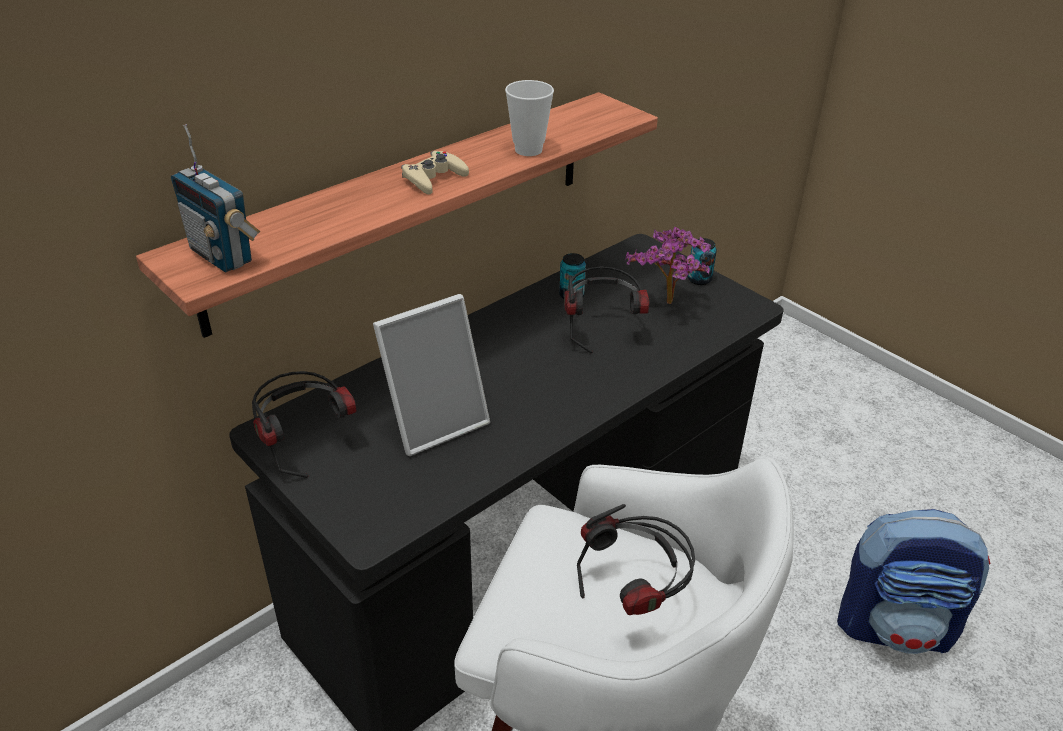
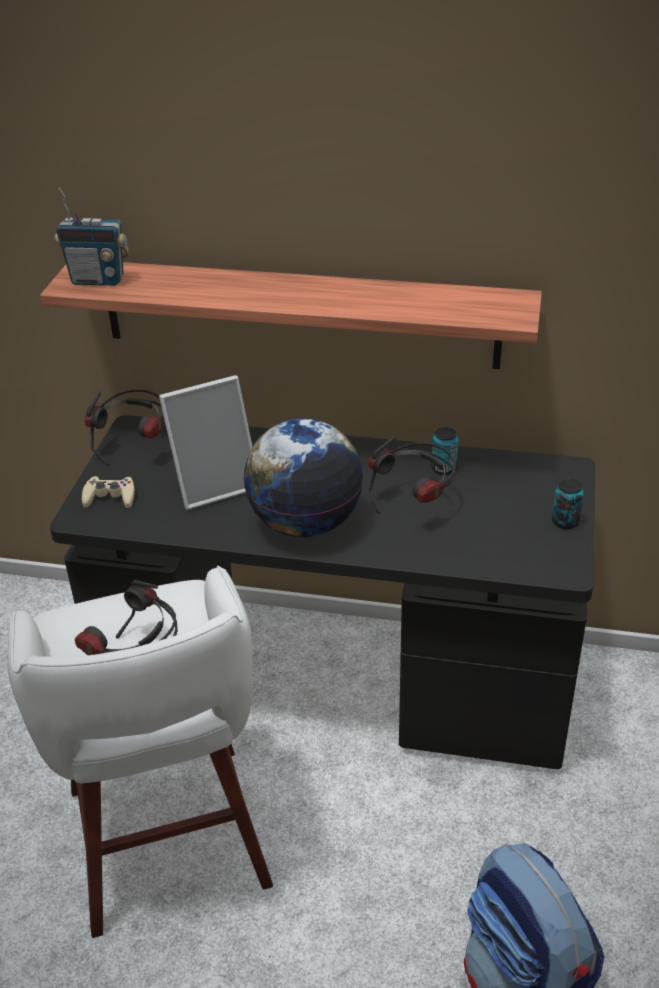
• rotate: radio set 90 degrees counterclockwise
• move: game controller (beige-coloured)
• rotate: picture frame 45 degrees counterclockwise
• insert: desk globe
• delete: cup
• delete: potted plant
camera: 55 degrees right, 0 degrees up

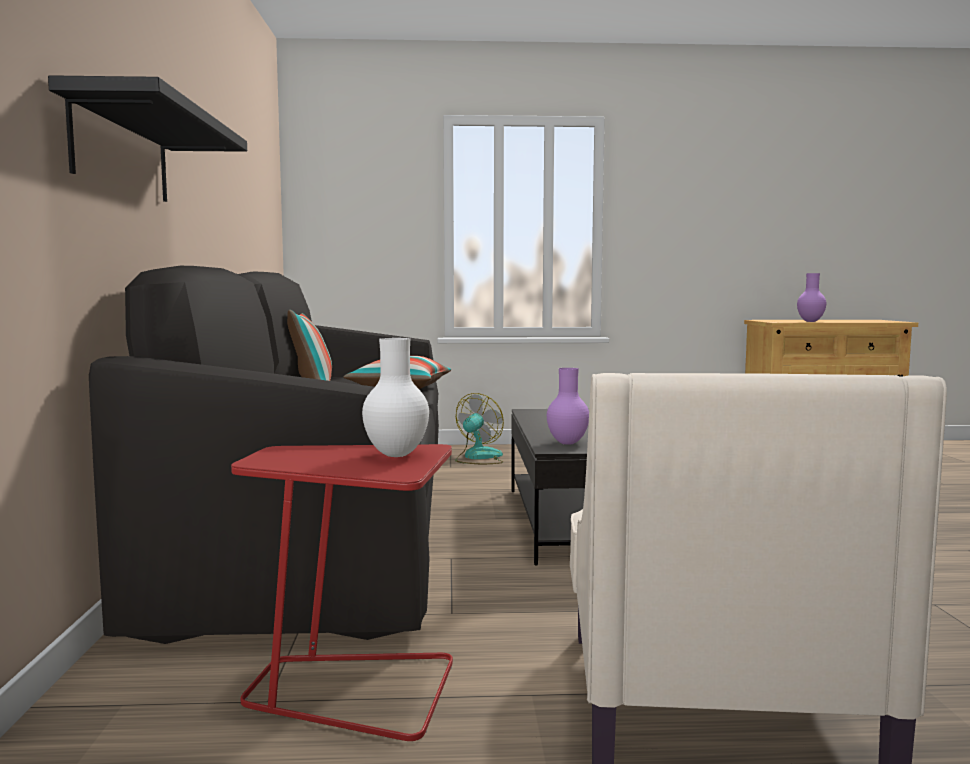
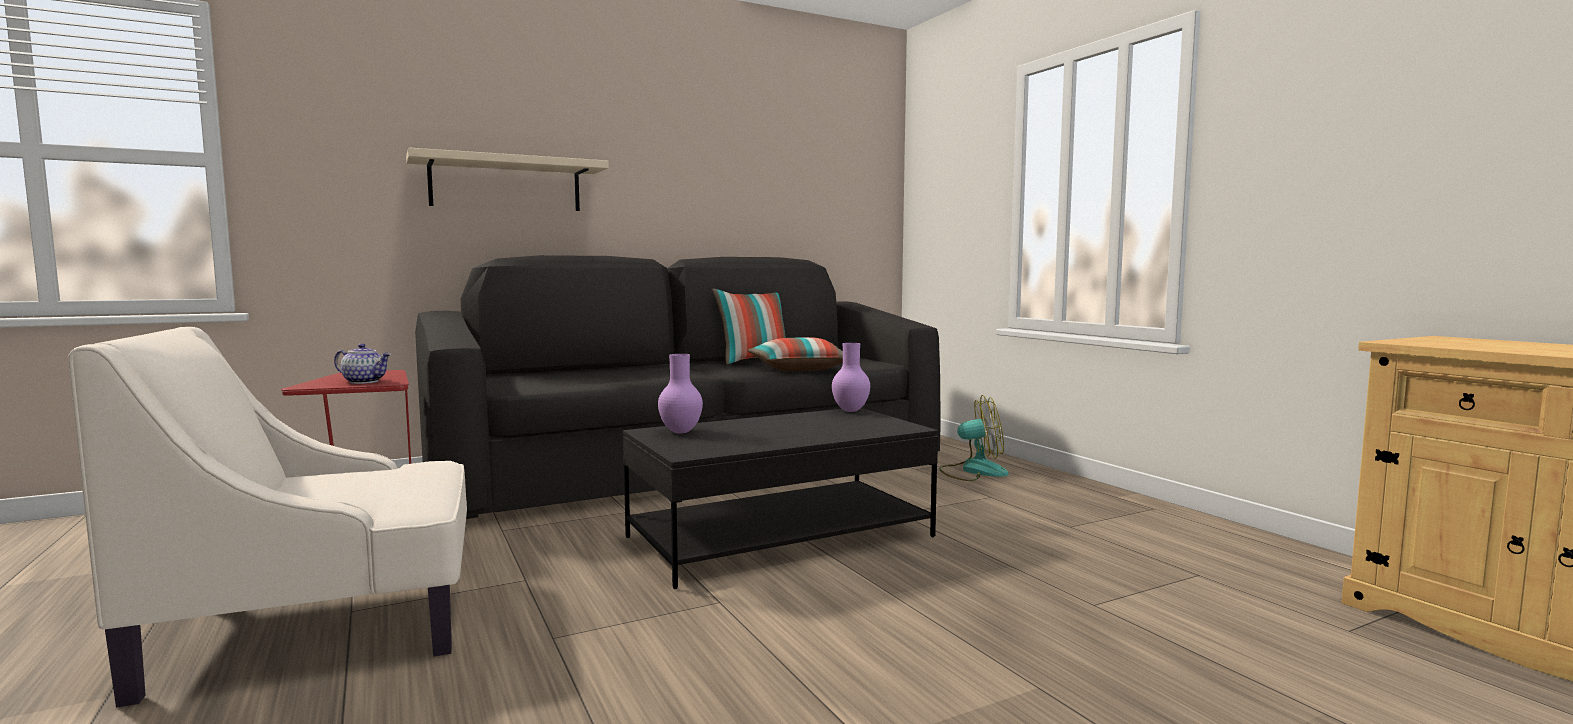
• replace: decorative vase (whitish) to teapot
• recolor: shelf (black-coloured) to shelf (beige-coloured)
• move: decorative vase (purple) (2nd from left)
camera: 65 degrees right, 0 degrees up

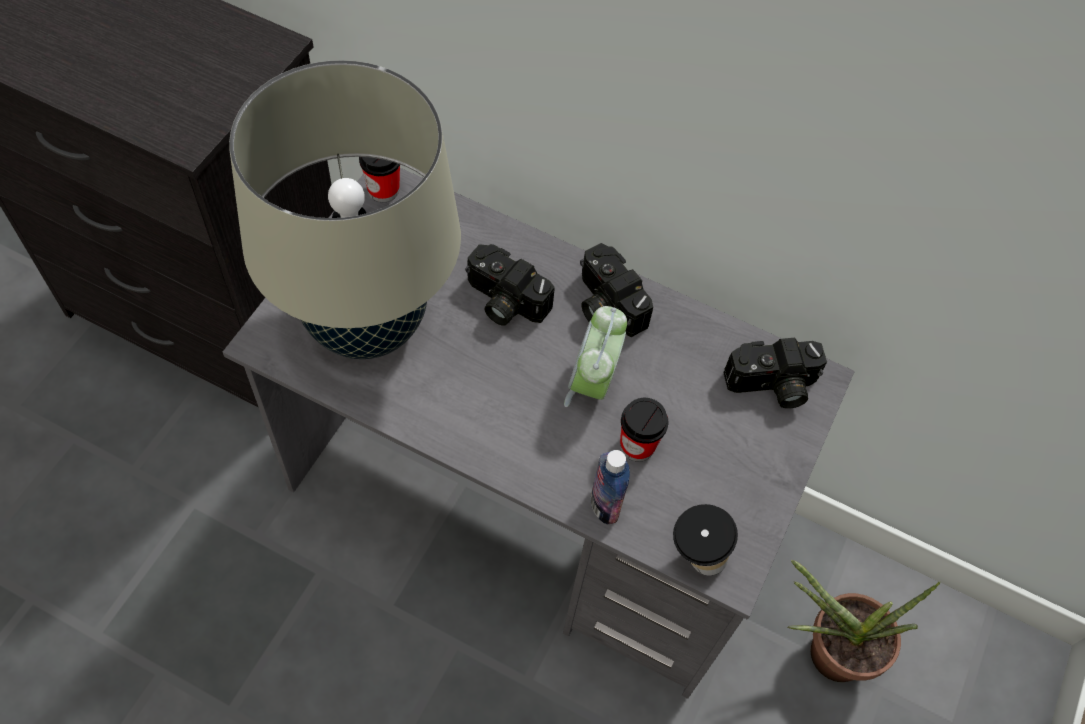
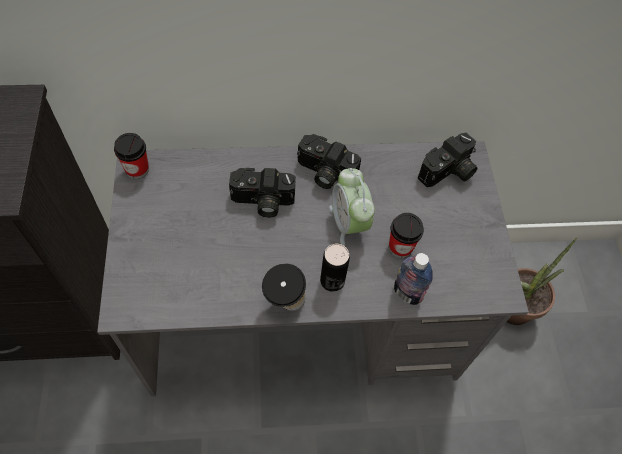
• move: cup (3rd from left in the first image) to cup (2nd from left)
• insert: sealed can
• delete: lamp for a table (beige-coloured)
camera: 30 degrees left, 0 degrees up

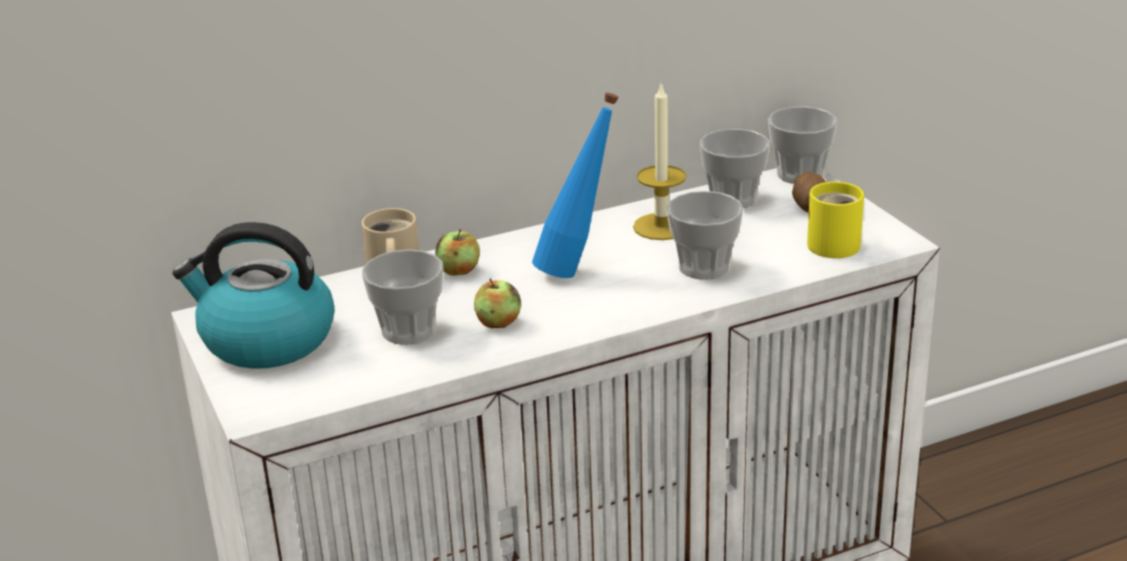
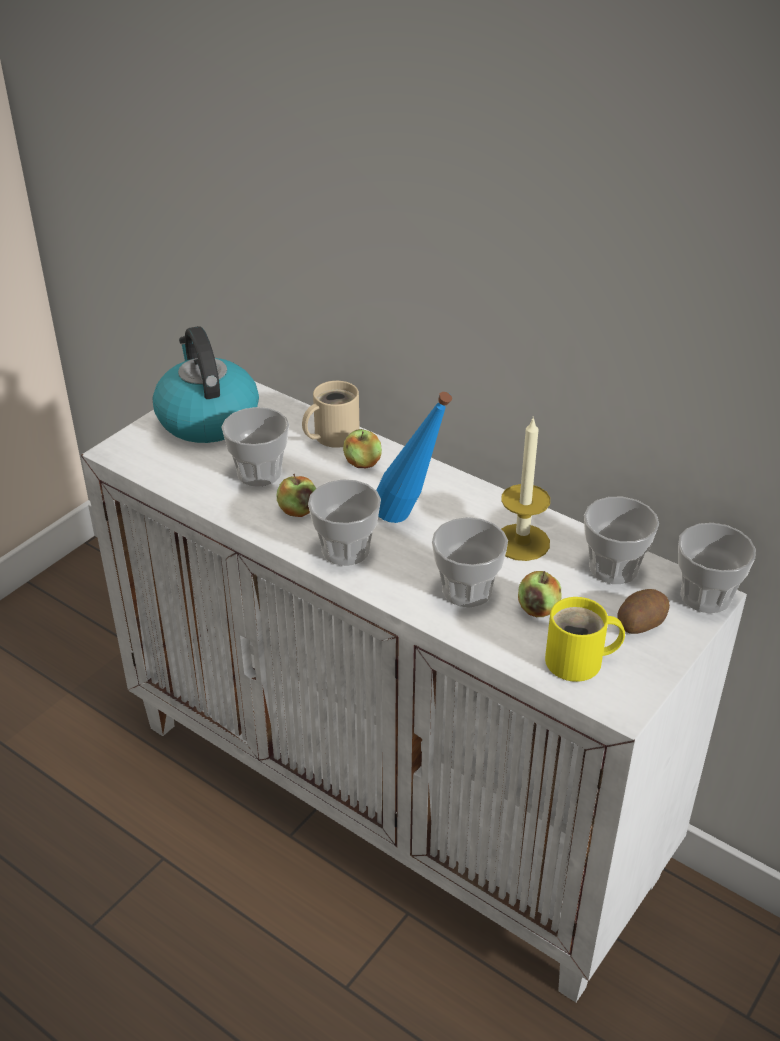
• insert: cup (2nd from left)
• insert: whole apple (3rd from left)
camera: 60 degrees right, 10 degrees up

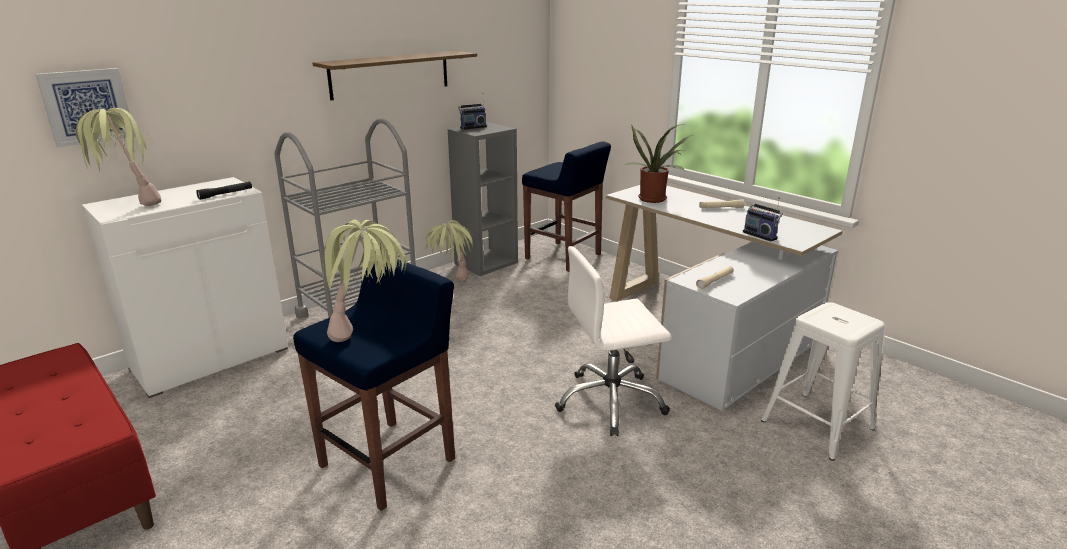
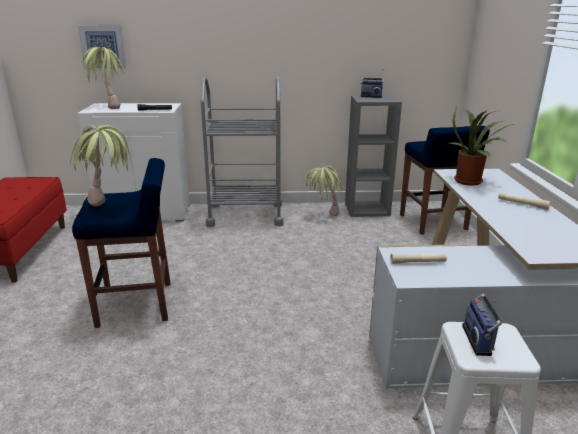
• move: radio set (2nd from left)
• delete: shelf
• delete: computer chair (whitish)
camera: 40 degrees right, 0 degrees up

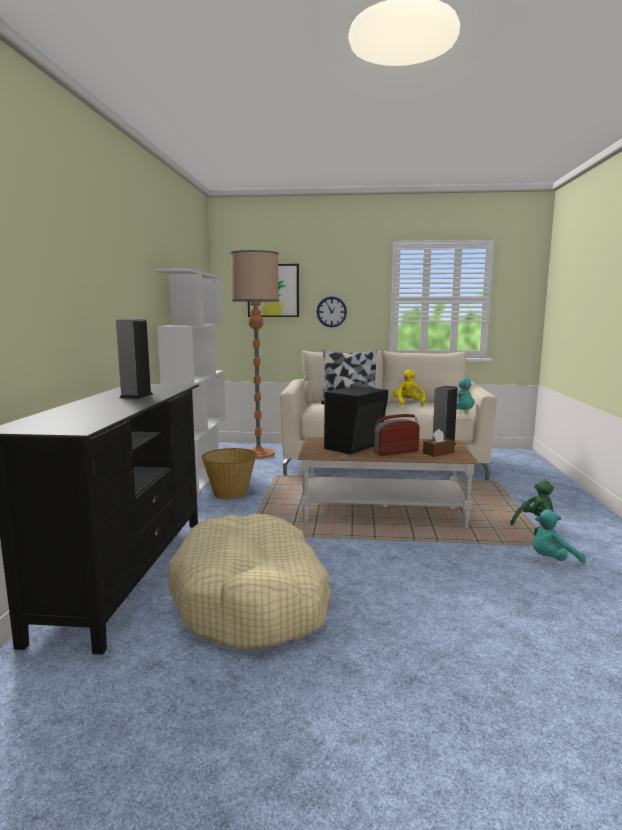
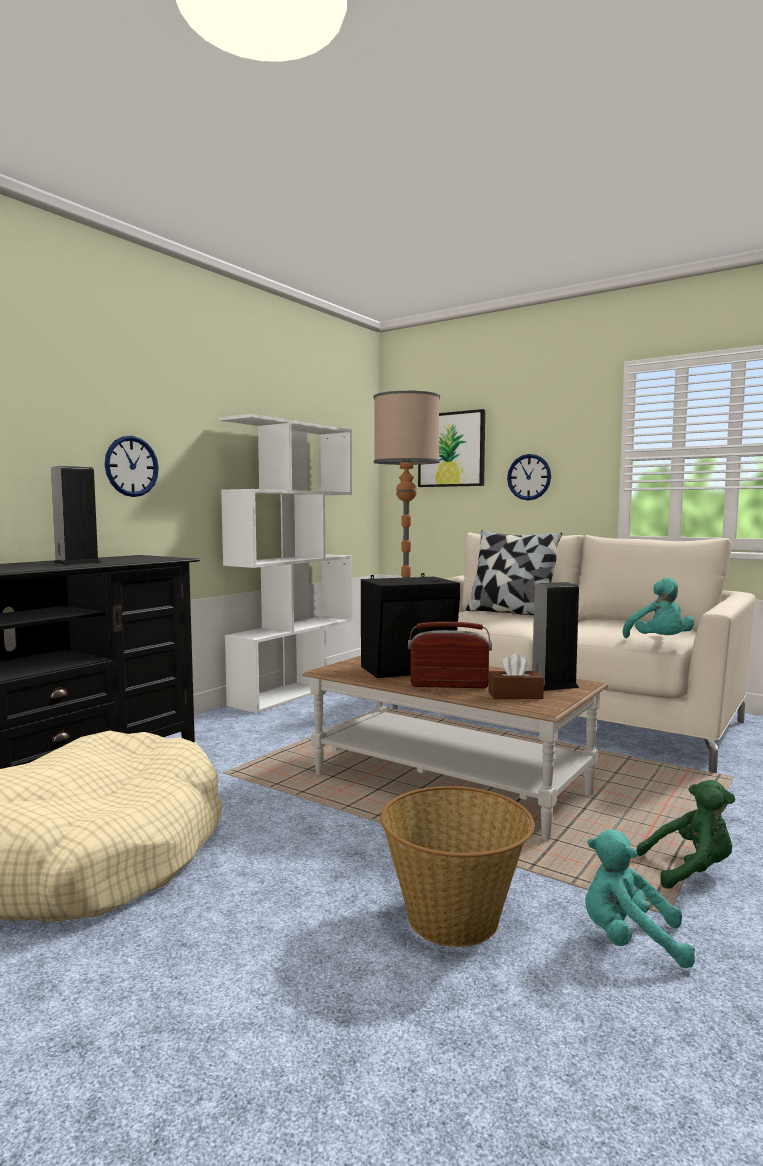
• insert: wall clock (1st from left)
• move: basket
• delete: plush toy (yellow)
camera: 30 degrees right, 5 degrees down

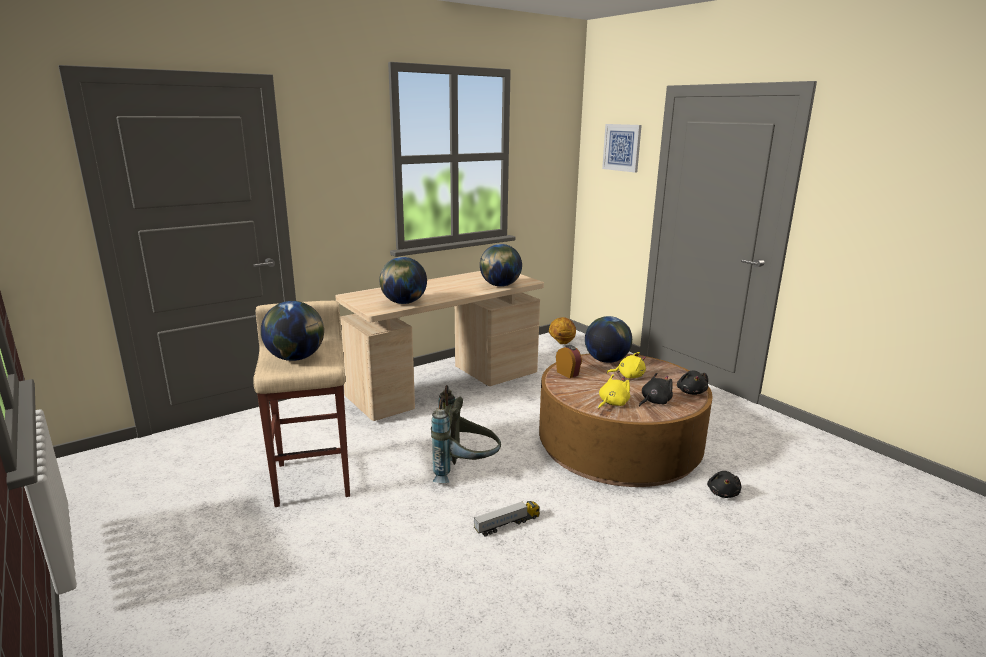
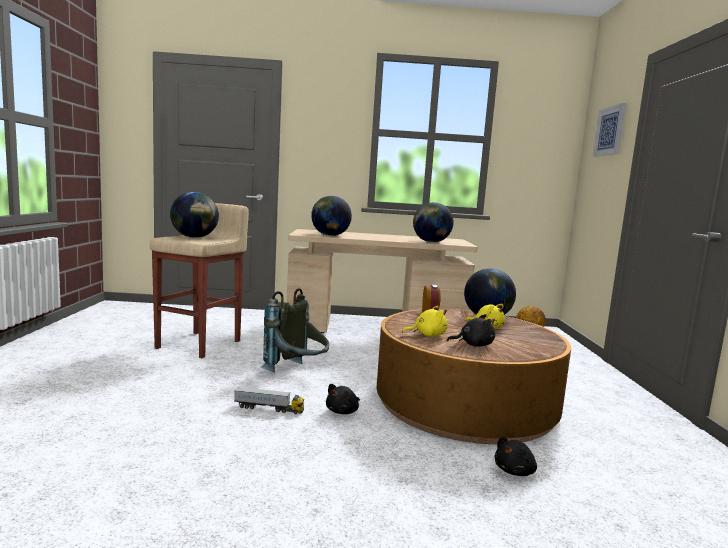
• move: plush toy (black-coloured) (2nd from left in the first image) to plush toy (black-coloured) (1st from left)
camera: 35 degrees right, 10 degrees down

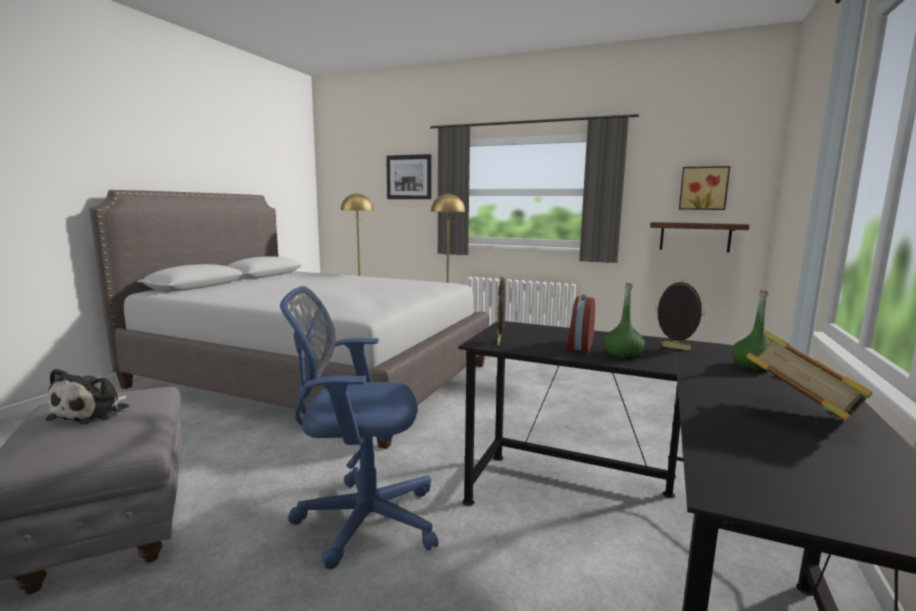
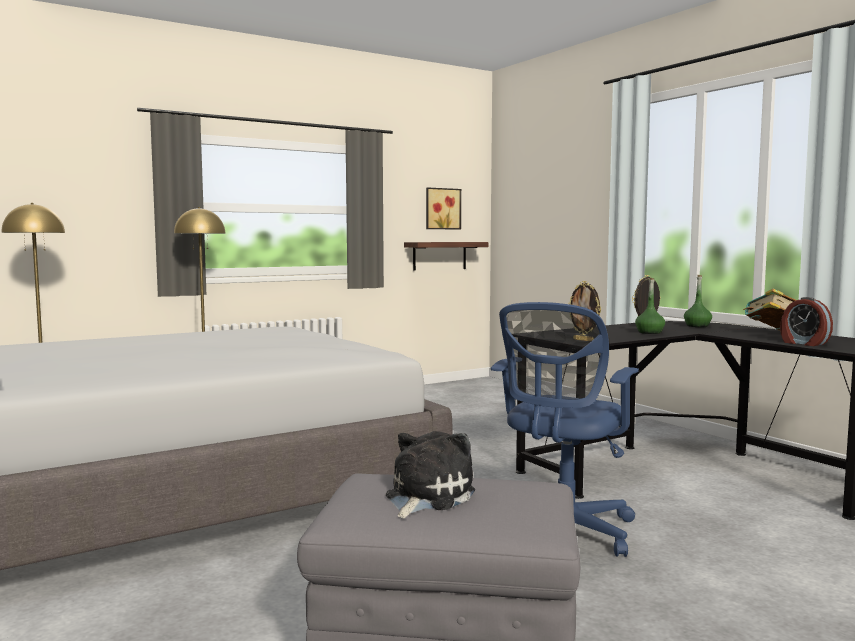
• rotate: plush toy 105 degrees counterclockwise
• move: bedside clock
• delete: wall picture (1st from left)
camera: 55 degrees left, 5 degrees down

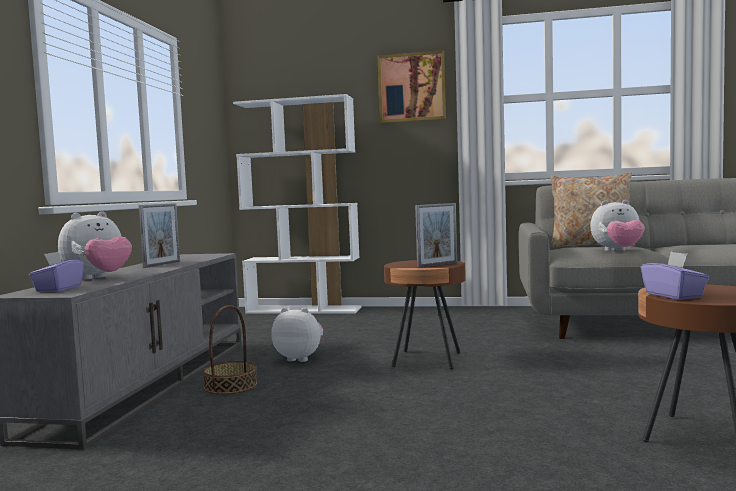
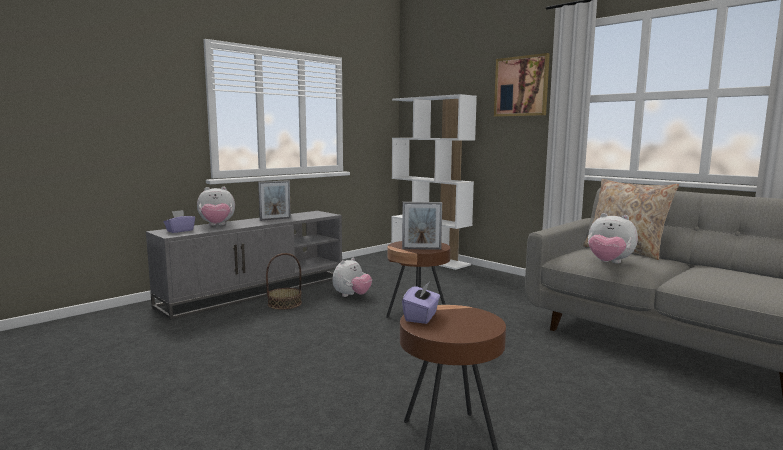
• rotate: plush toy (2nd from left) 75 degrees clockwise
camera: 35 degrees right, 5 degrees up

